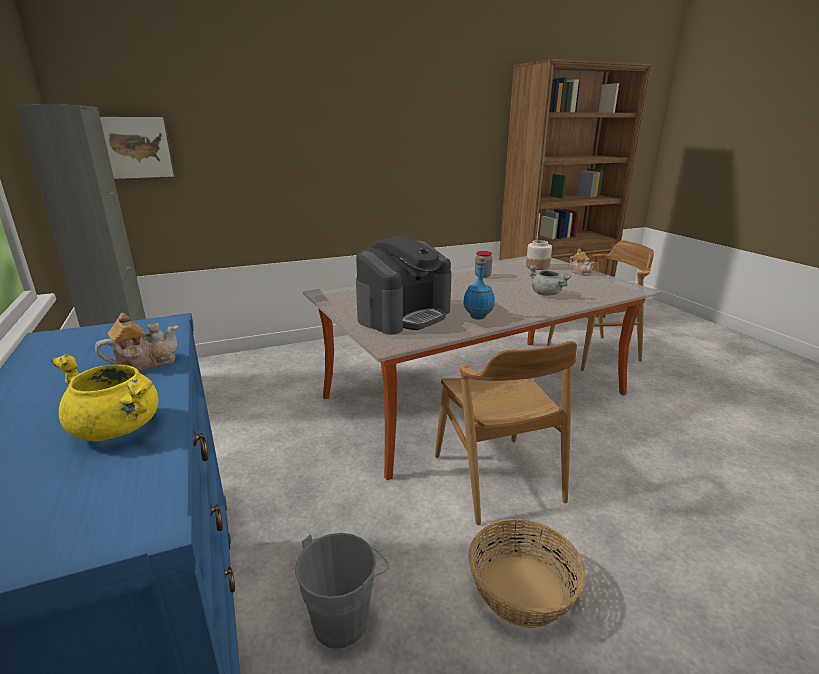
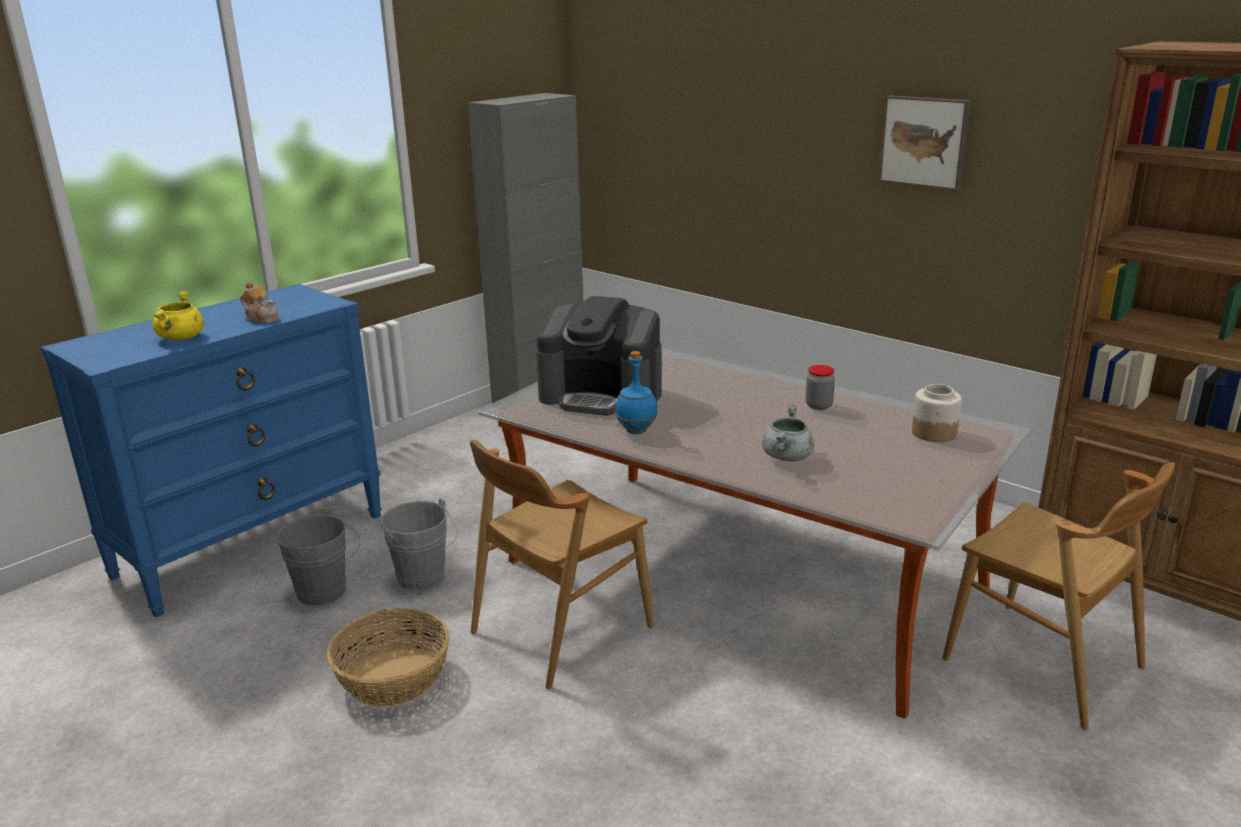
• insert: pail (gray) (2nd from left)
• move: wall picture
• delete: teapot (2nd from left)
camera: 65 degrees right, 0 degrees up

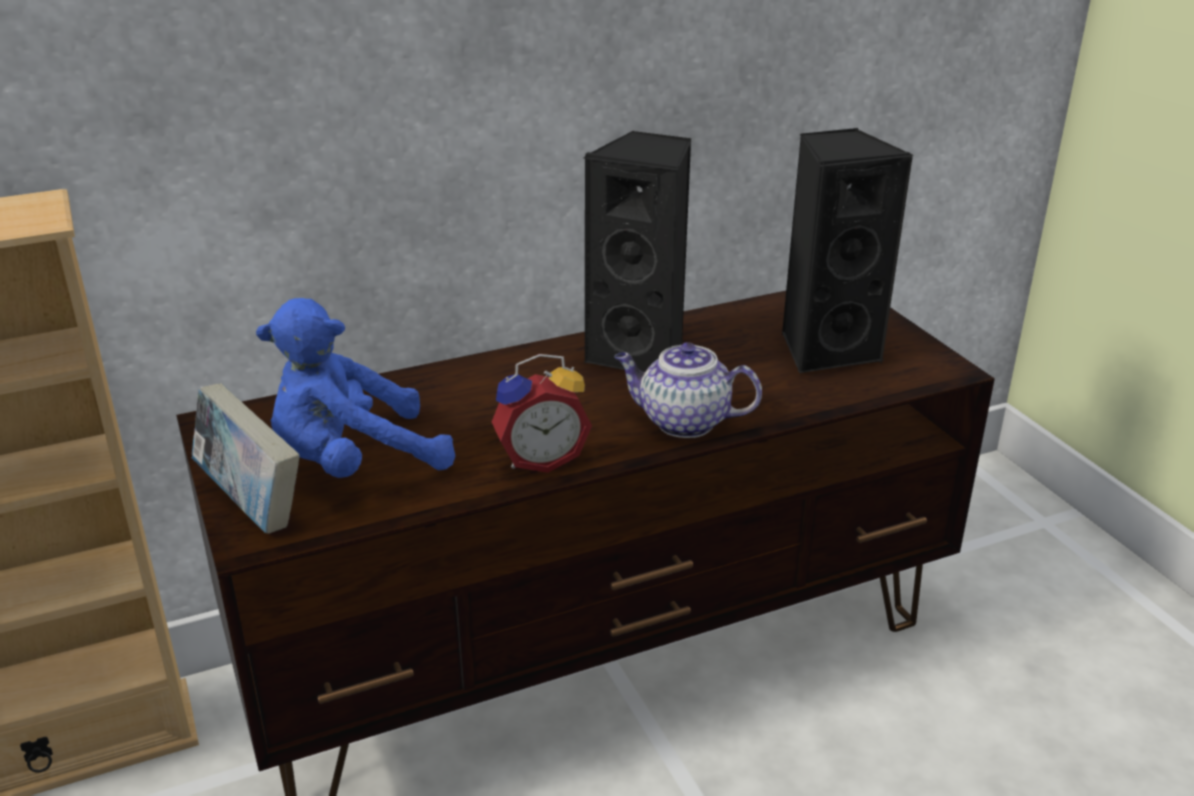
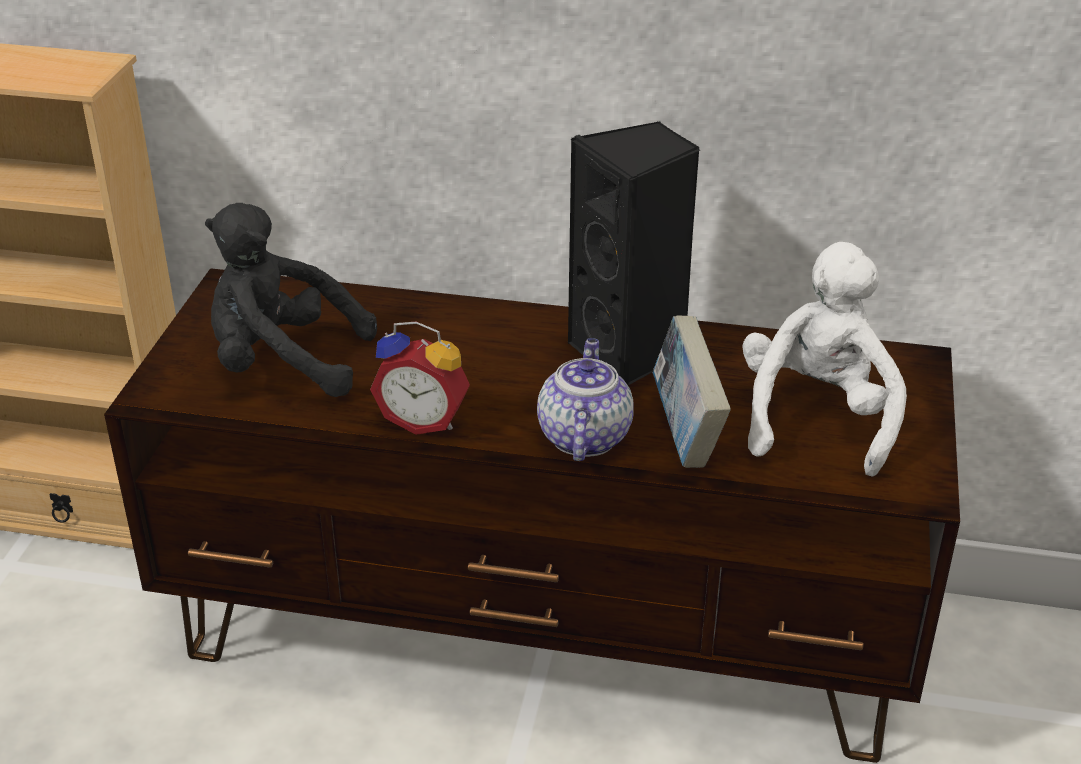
• recolor: plush toy (bluish) to plush toy (black-coloured)
• rotate: teapot 45 degrees clockwise
• move: book
• replace: speaker (black-coloured) (2nd from left) to plush toy (whitish)
camera: 35 degrees right, 5 degrees up

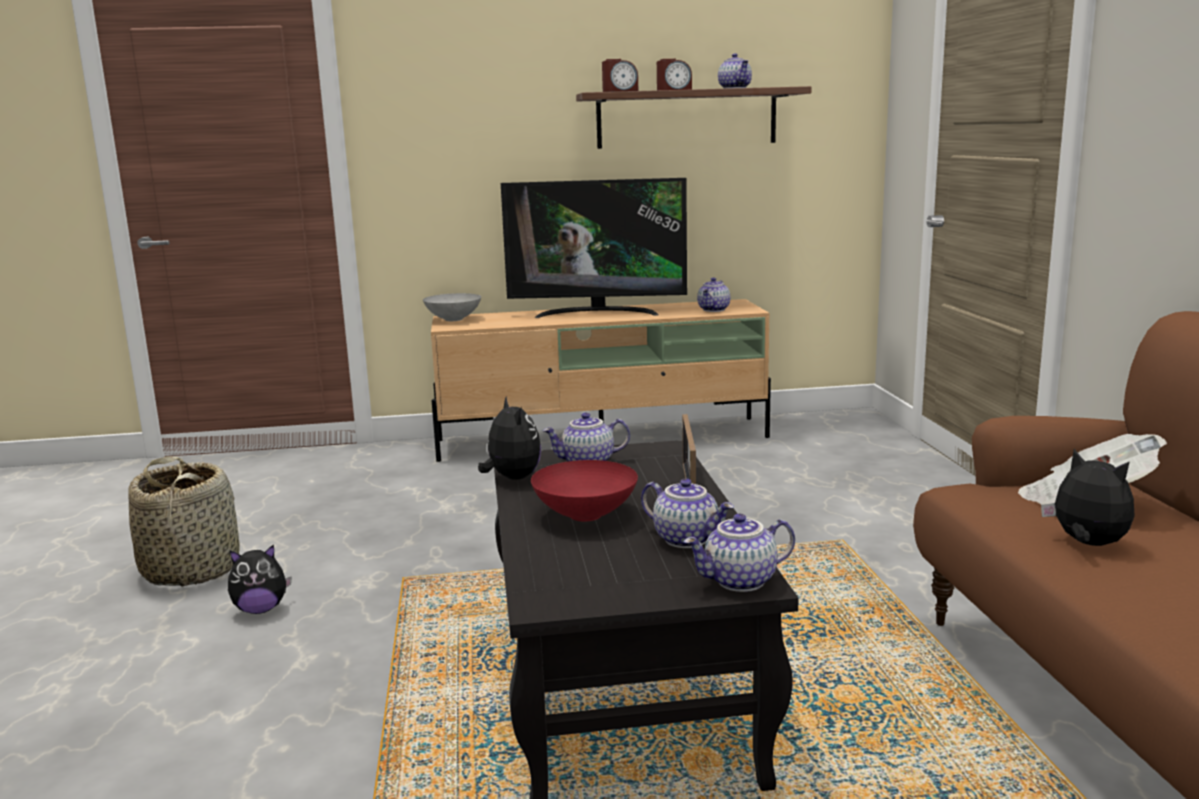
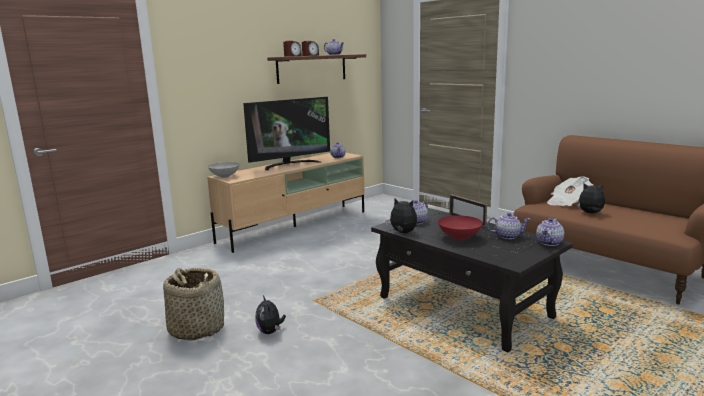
• rotate: plush toy (1st from left) 120 degrees clockwise
camera: 35 degrees left, 0 degrees up

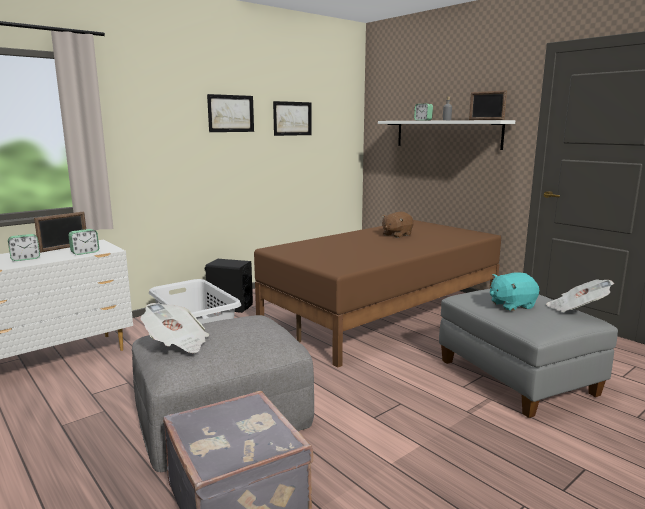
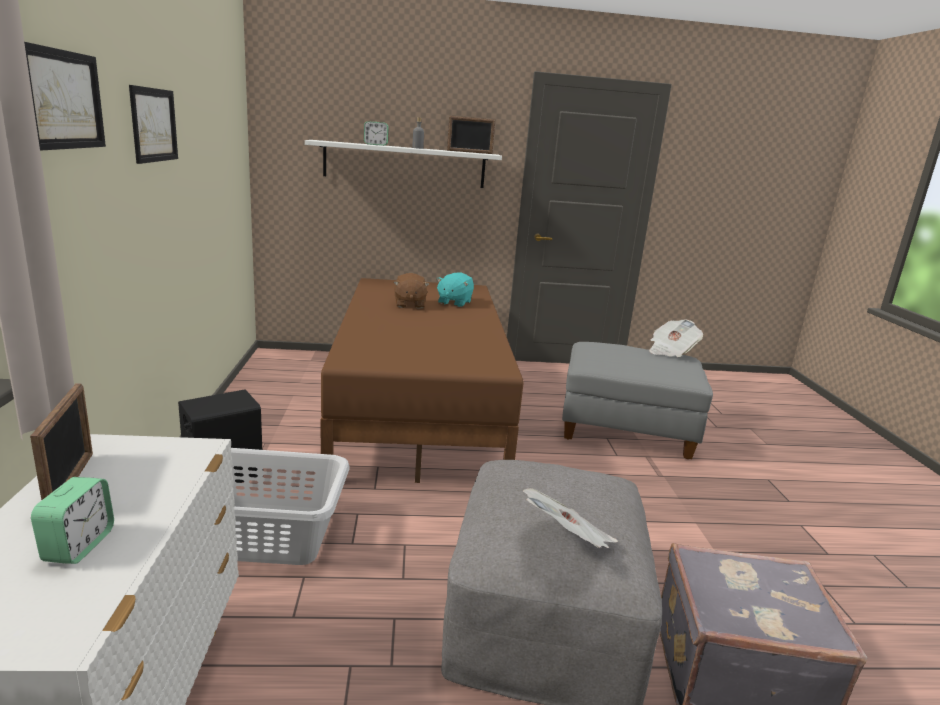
• move: wall picture (2nd from left in the first image) to wall picture (1st from left)
• move: plush toy (turquoise)
• delete: bedside clock (2nd from left)
camera: 55 degrees left, 5 degrees up

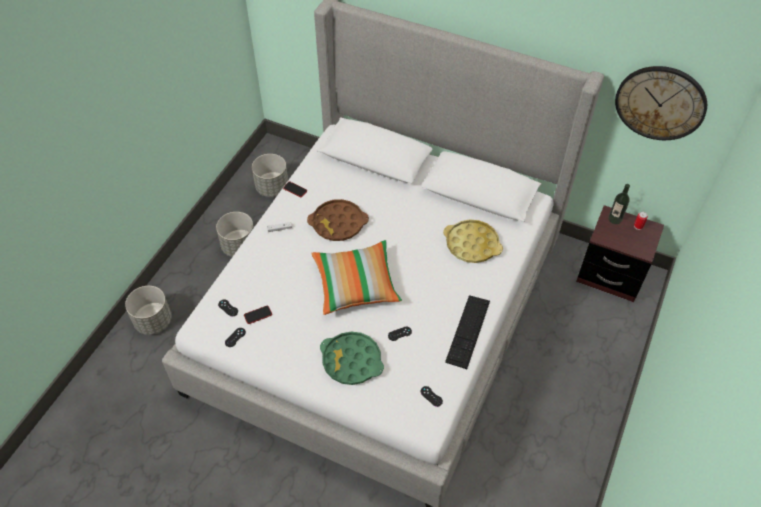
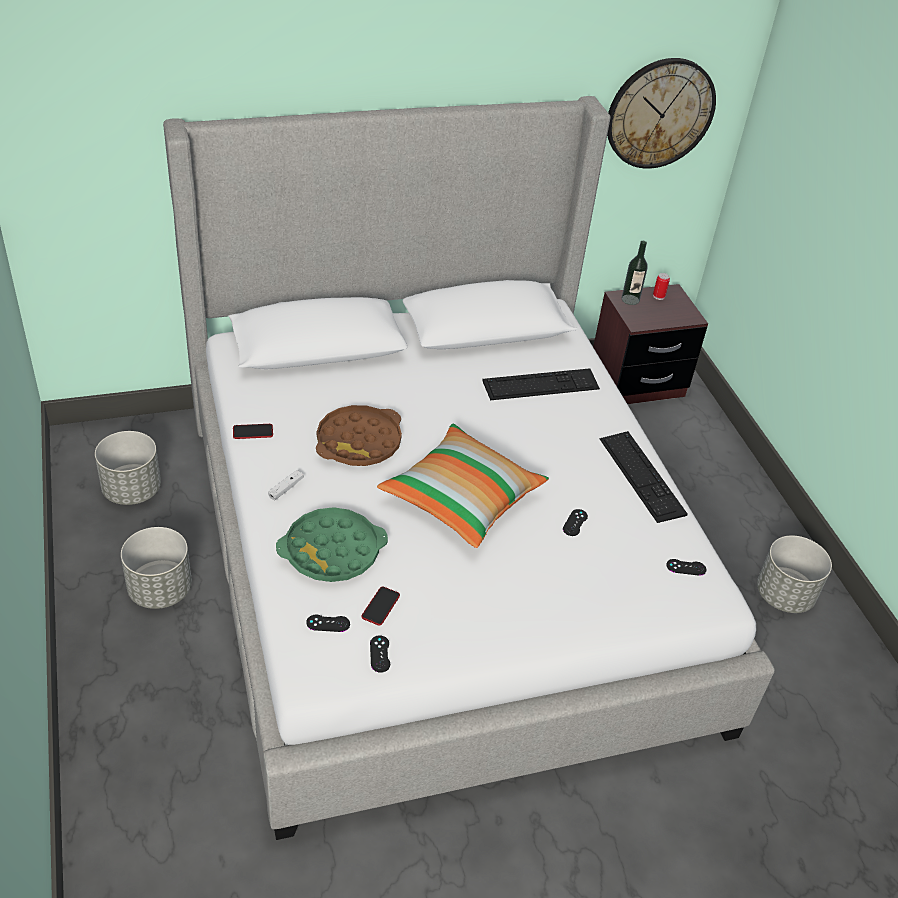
• move: serving tray (greenish)
• replace: serving tray (yellow) to computer keyboard (1st from left)
• move: planter (gray) (1st from left in the first image) to planter (gray) (3rd from left)
camera: 45 degrees left, 10 degrees down

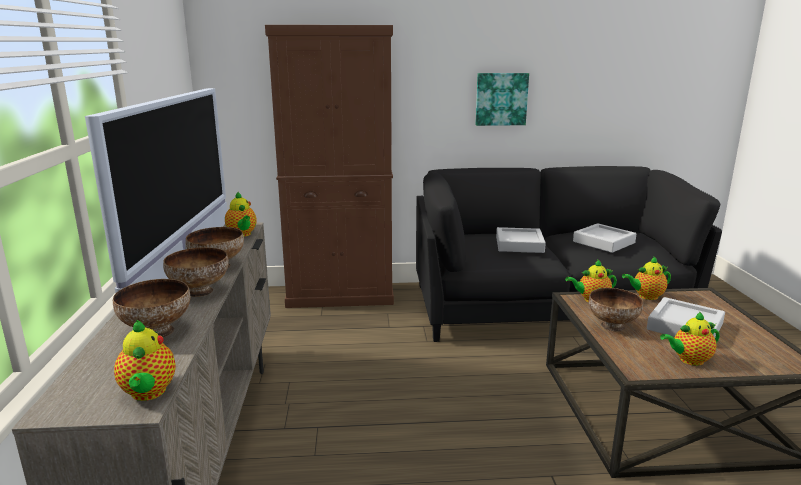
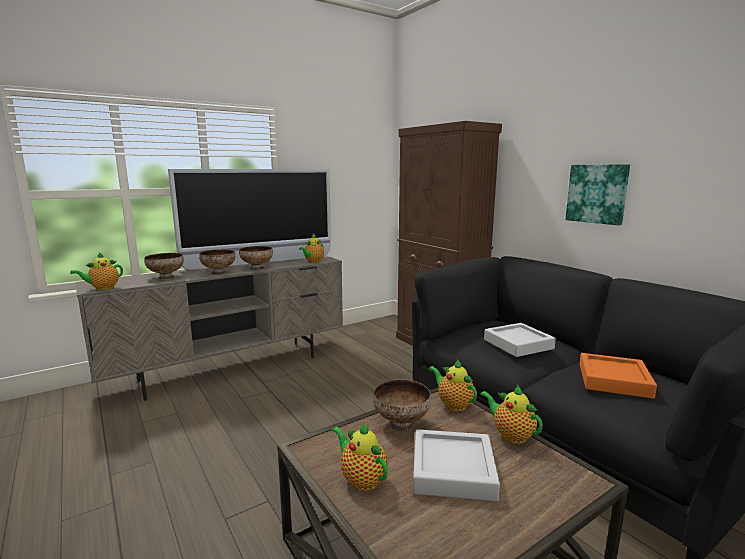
• recolor: serving tray (gray) (2nd from left) to serving tray (orangey)
camera: 60 degrees right, 5 degrees down

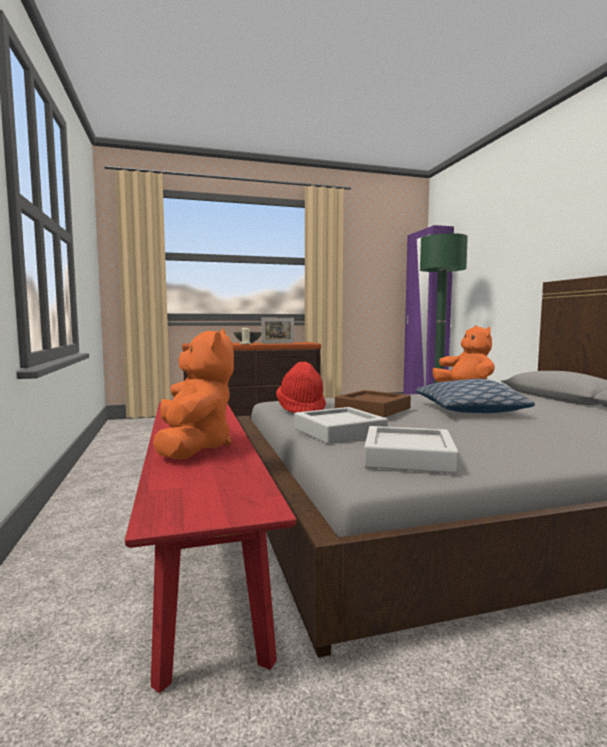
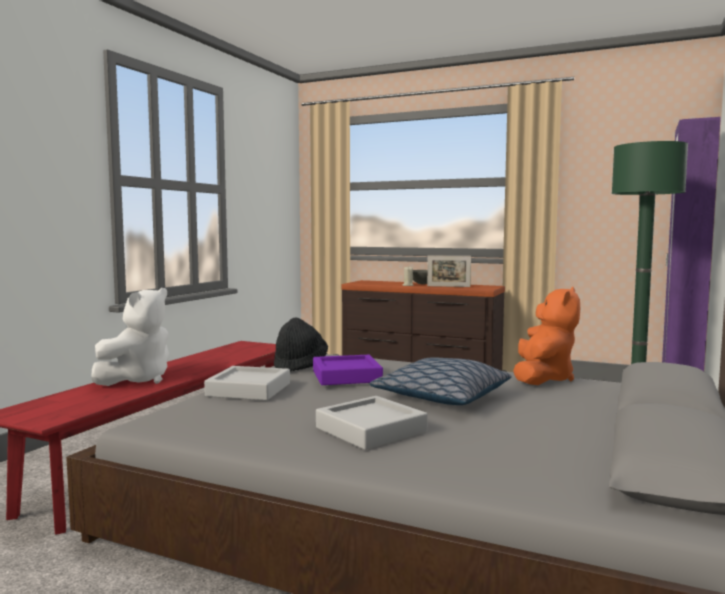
• recolor: plush toy (orangey) (1st from left) to plush toy (whitish)
• recolor: clothing hat (reddish) to clothing hat (black-coloured)
• recolor: serving tray (brown) to serving tray (purple)
• move: serving tray (gray) (2nd from left)
camera: 40 degrees right, 0 degrees up

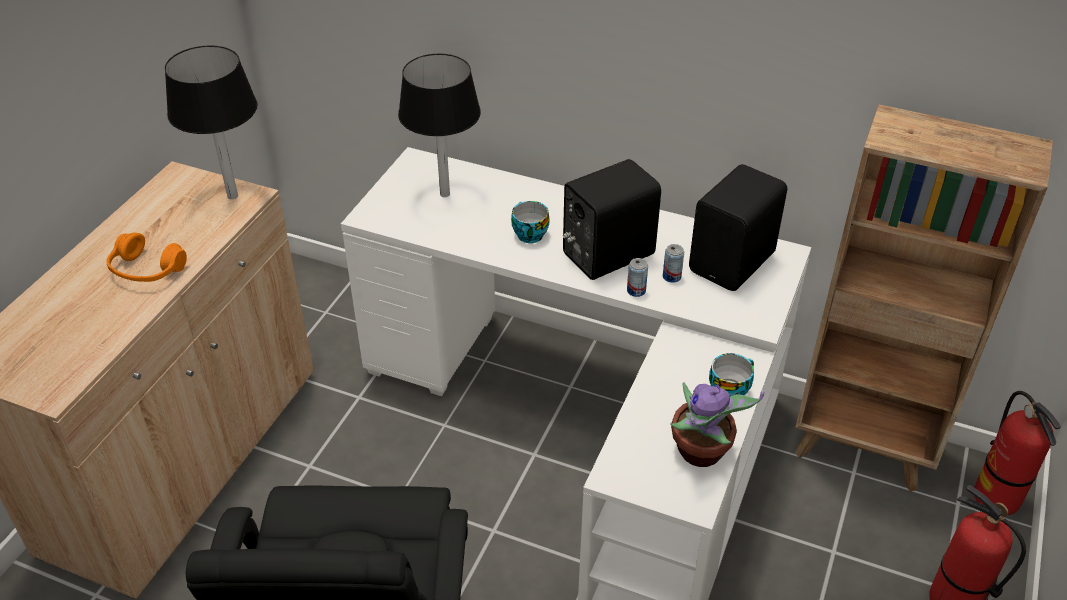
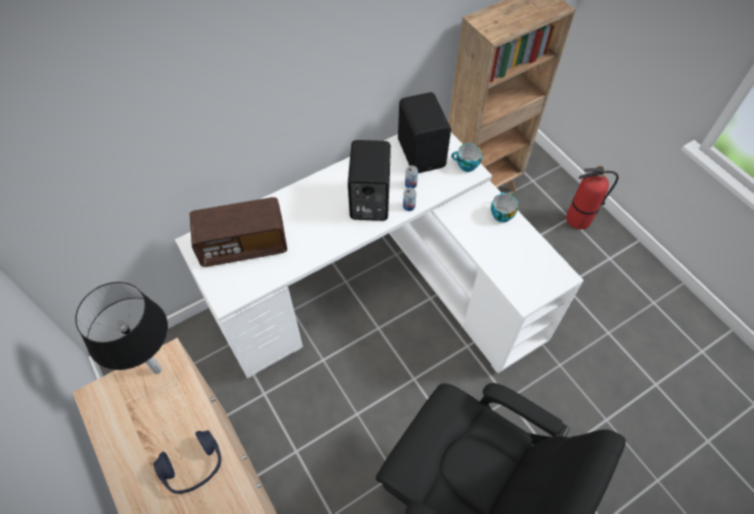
• recolor: headset (orangey) to headset (bluish)
• replace: lamp for a table (black-coloured) (2nd from left) to radio set
• move: cup (1st from left)
• delete: potted plant
• delete: extinguisher (2nd from left)
camera: 55 degrees left, 15 degrees up

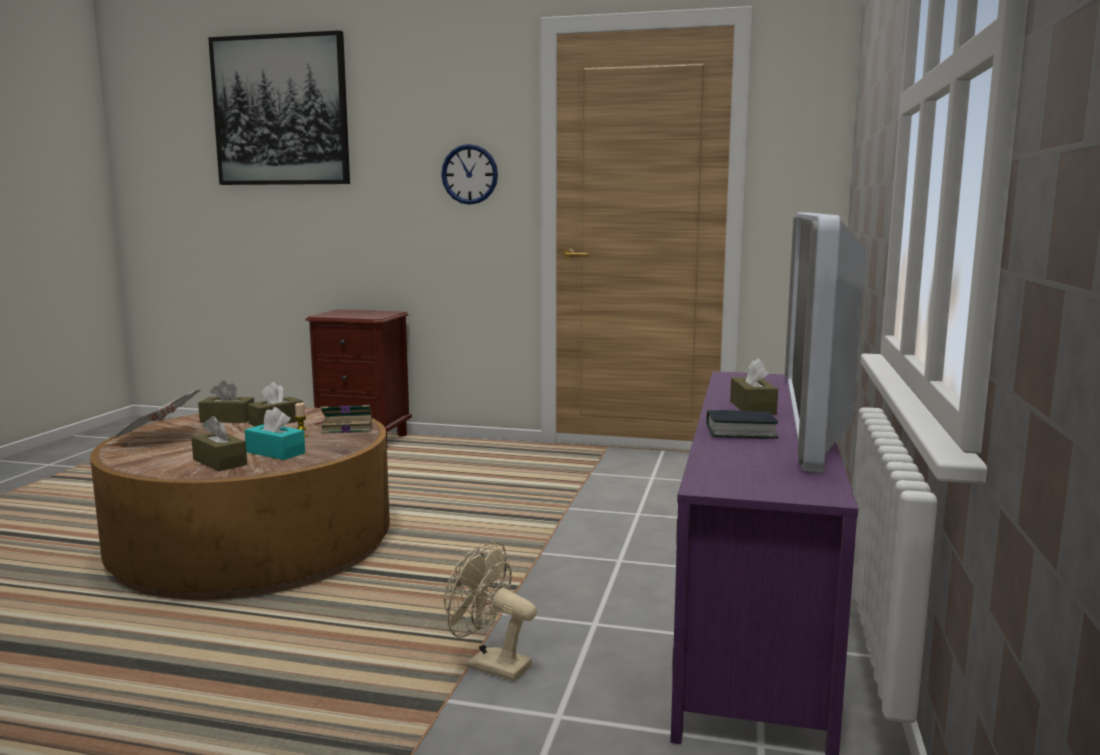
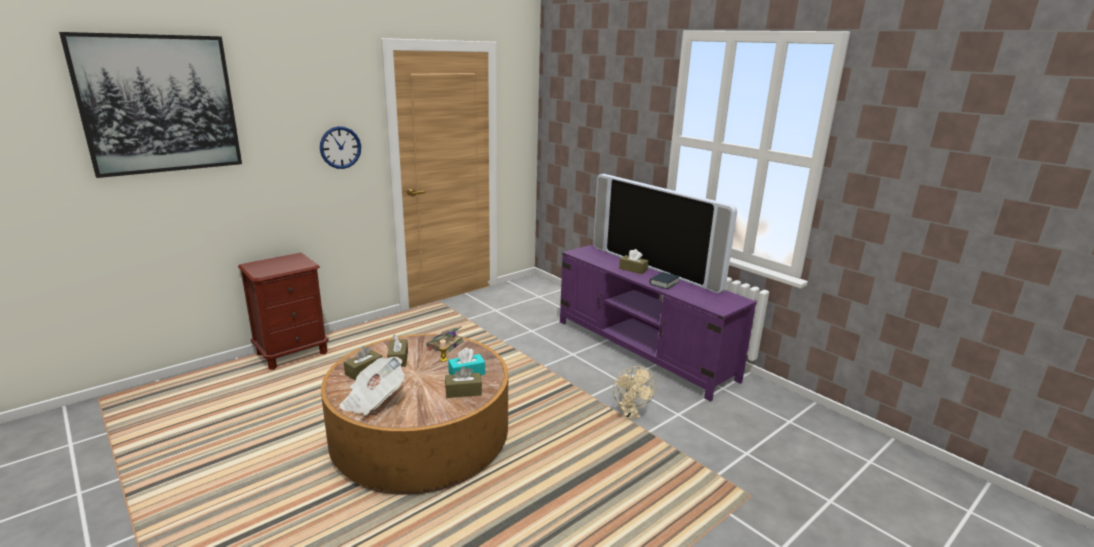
• rotate: electric fan (beige-coloured) 75 degrees counterclockwise
camera: 55 degrees left, 10 degrees up

